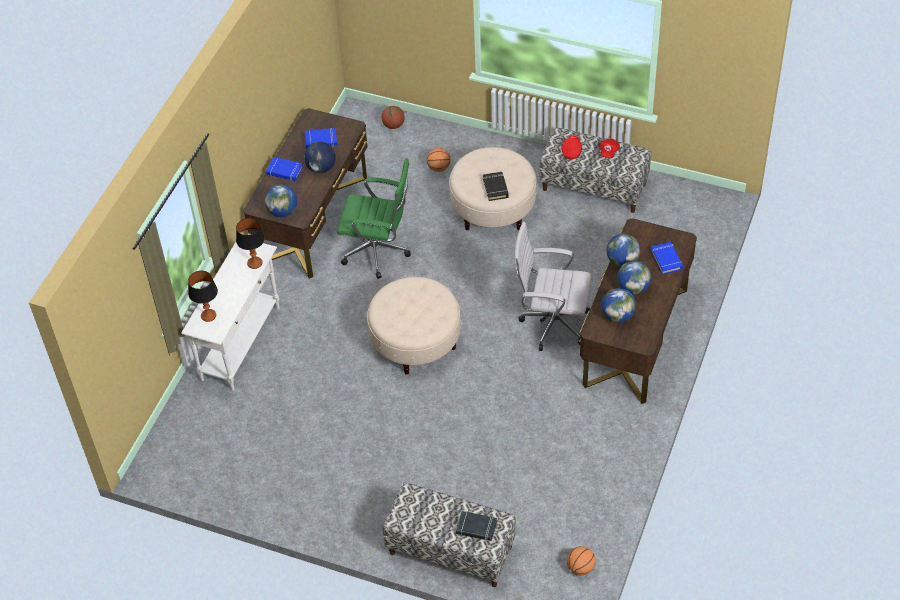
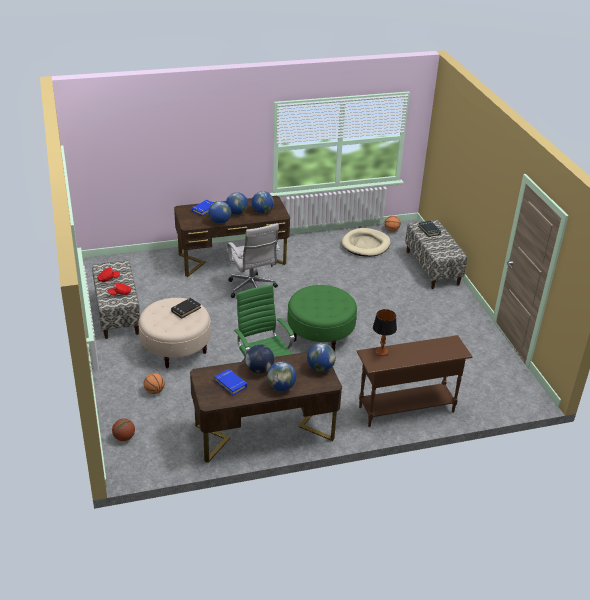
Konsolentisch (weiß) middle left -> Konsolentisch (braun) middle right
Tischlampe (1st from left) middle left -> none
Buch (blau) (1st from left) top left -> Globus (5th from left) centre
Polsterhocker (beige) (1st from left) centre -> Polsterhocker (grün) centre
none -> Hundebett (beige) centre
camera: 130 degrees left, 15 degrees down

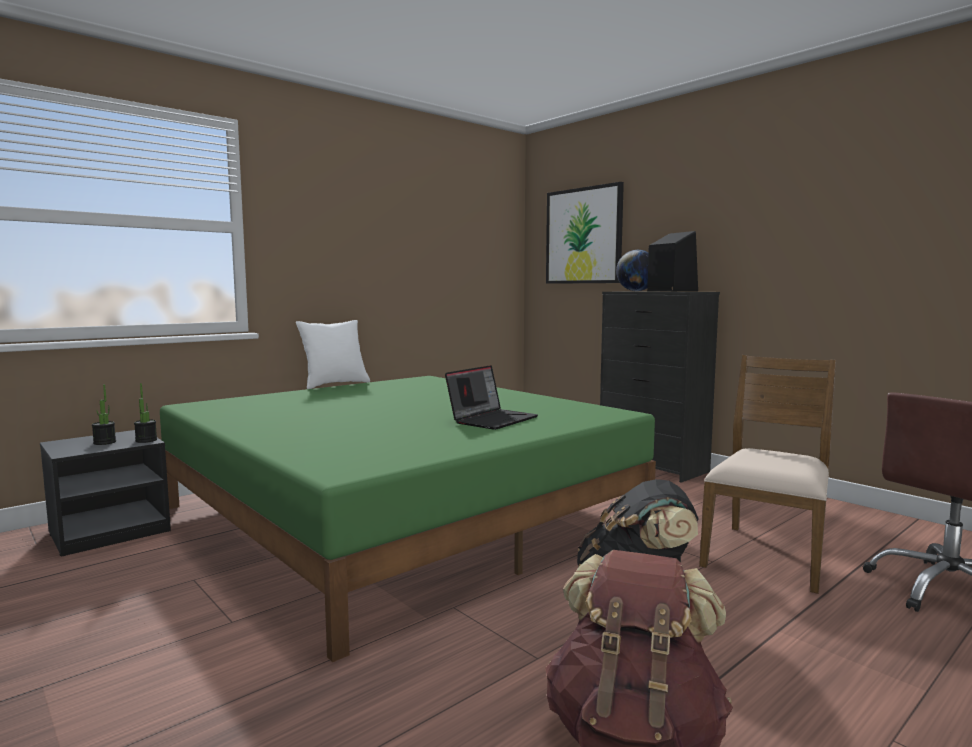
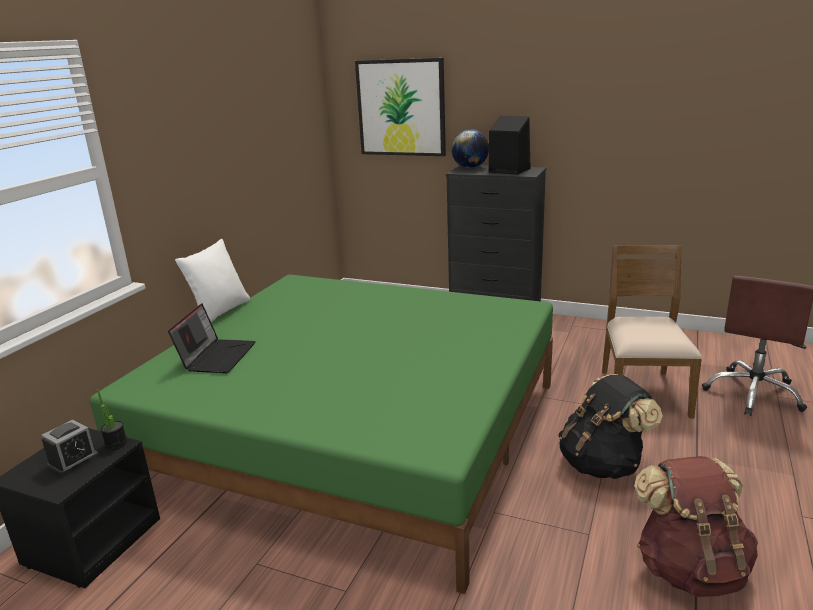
Topfpflanze (1st from left) middle left -> Wecker bottom left
Laptop centre -> Laptop middle left, move
camera: 25 degrees left, 15 degrees up

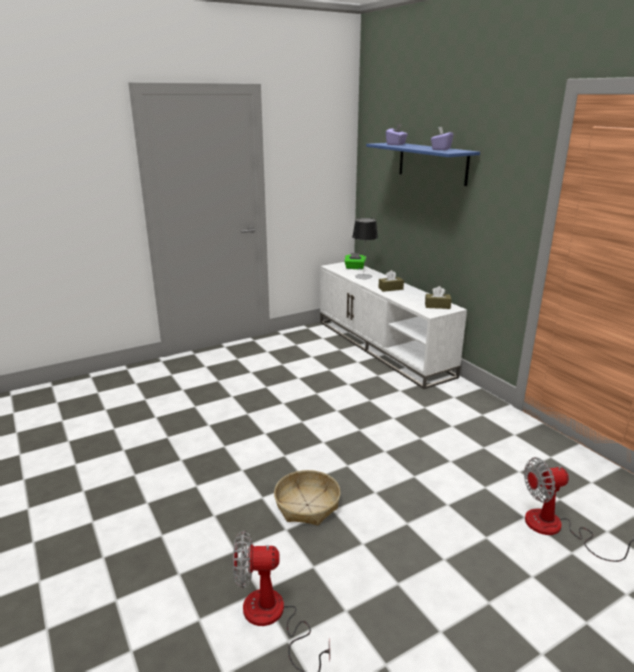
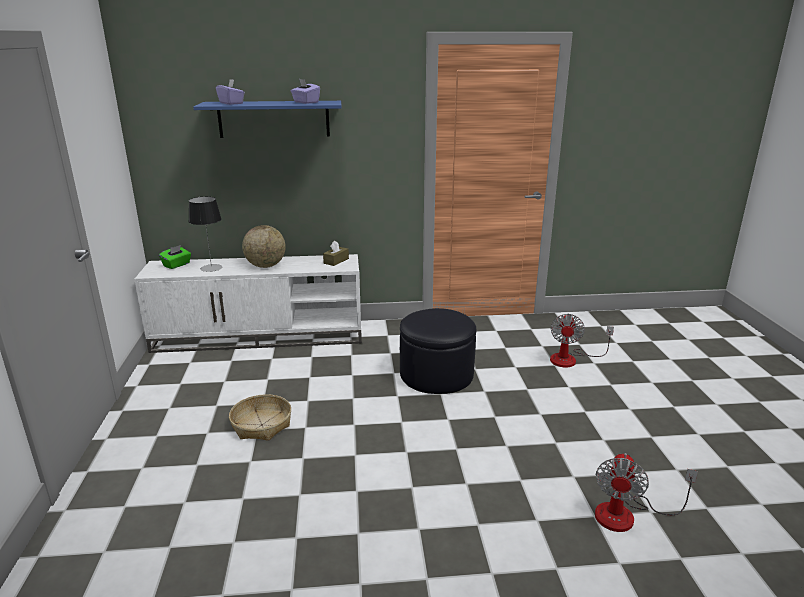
Korb bottom centre -> Korb bottom left, move
Taschentuchbox (braun) (1st from left) centre -> Globus middle left
none -> Polsterhocker (schwarz) centre
camera: 65 degrees left, 0 degrees up

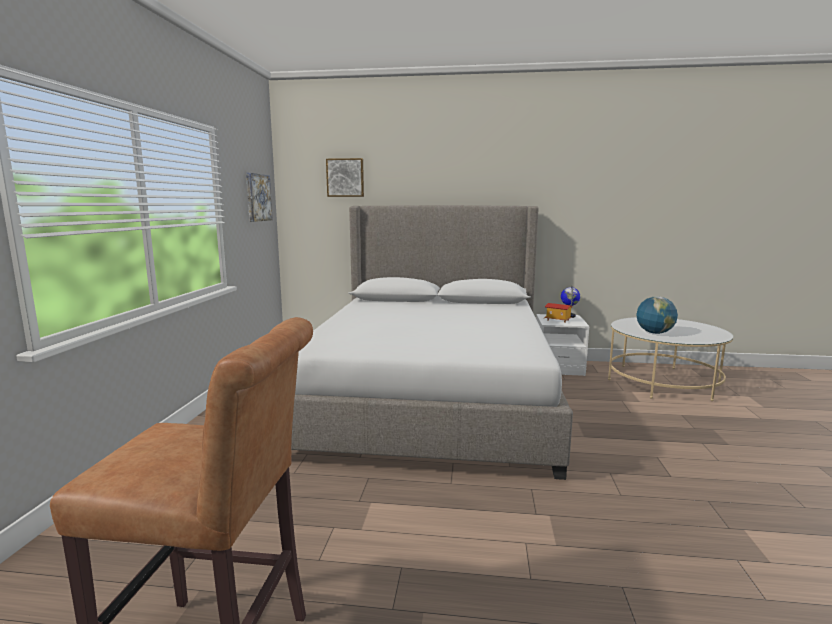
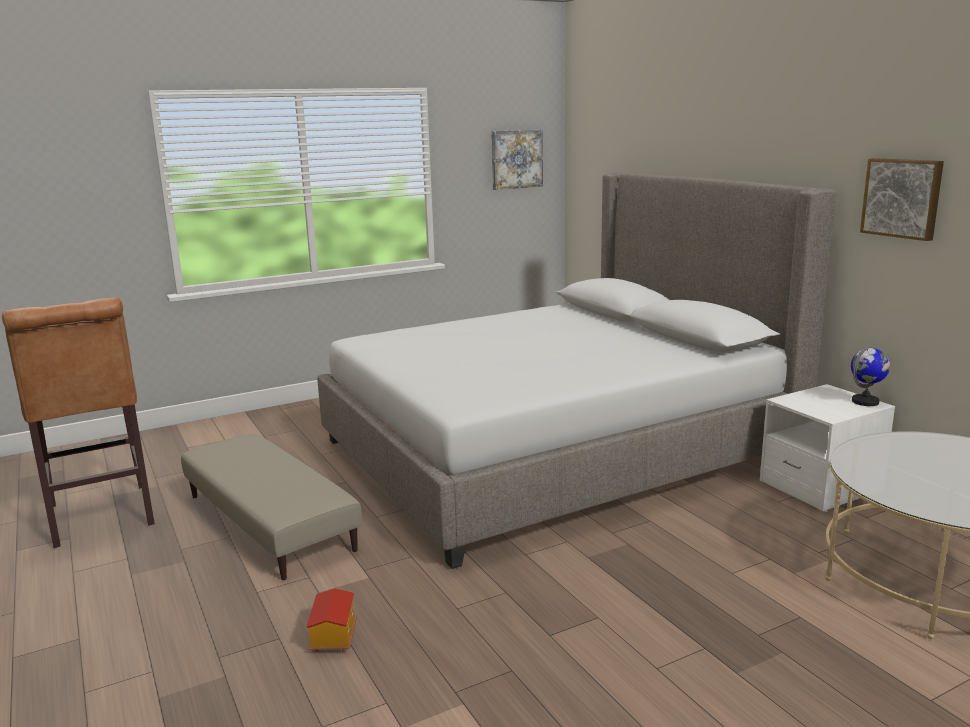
Bild (2nd from left) top centre -> Bild (2nd from left) top right, move
Spielzeughaus middle right -> Spielzeughaus bottom centre, move
Globus (2nd from left) middle right -> none
none -> Polsterhocker (beige) bottom left
camera: 55 degrees right, 5 degrees up

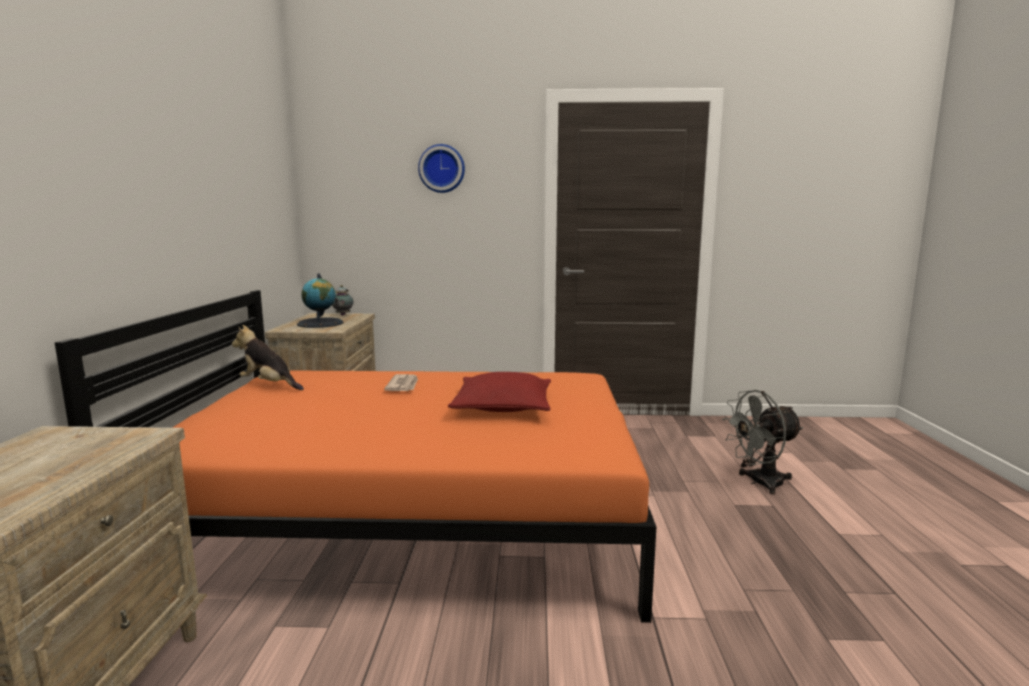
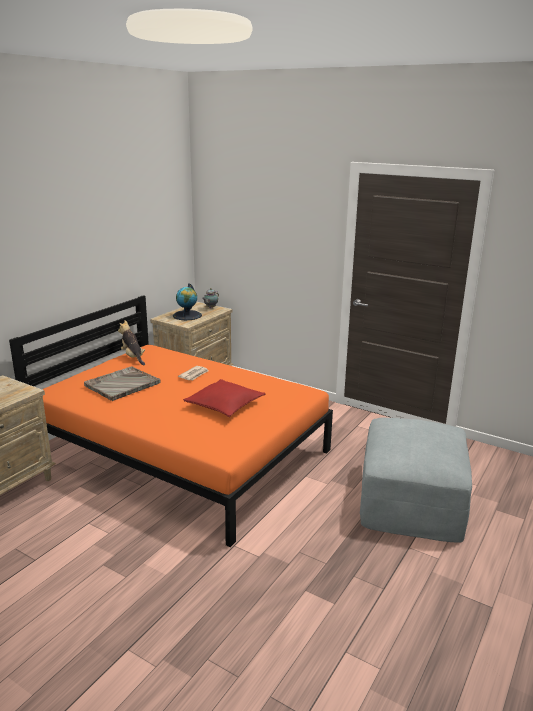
Wanduhr top centre -> none
Ventilator (grau) middle right -> Polsterhocker (grau) bottom right
none -> Tablett (grau) middle left
camera: 30 degrees right, 10 degrees up

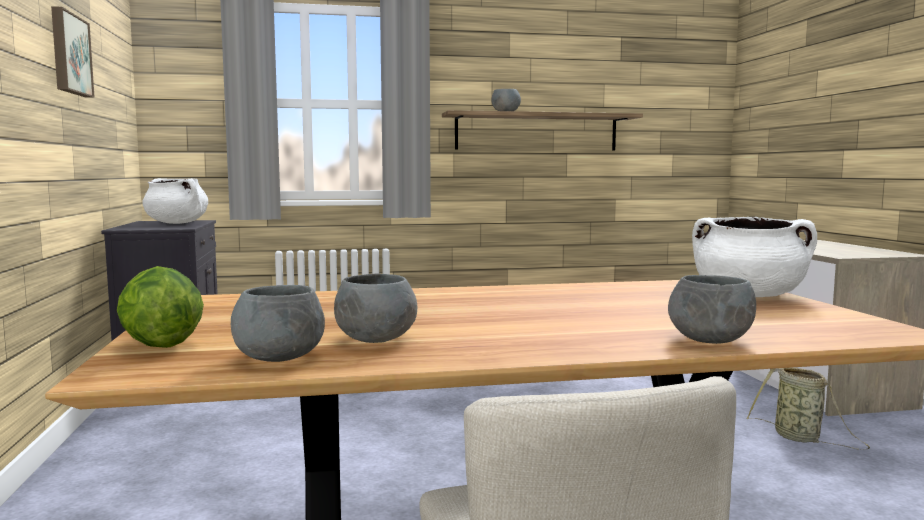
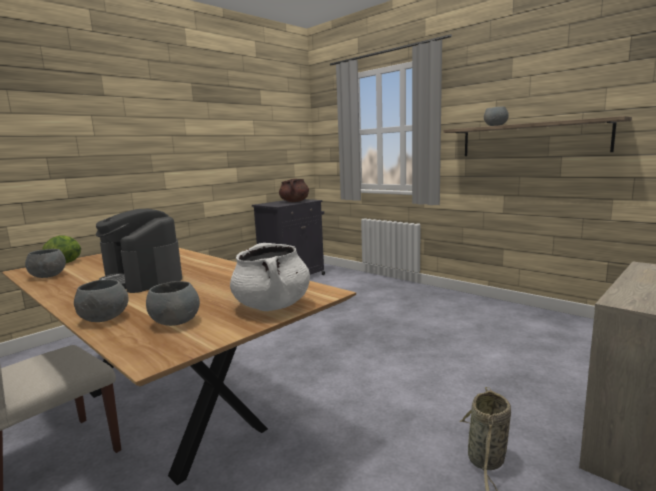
Bild top left -> none
Kochtopf (weiß) (1st from left) middle left -> Kochtopf (braun) centre
Schüssel (grau) (2nd from left in the first image) centre -> Schüssel (grau) (3rd from left) middle left, move
none -> Kaffeemaschine middle left
camera: 55 degrees right, 5 degrees up

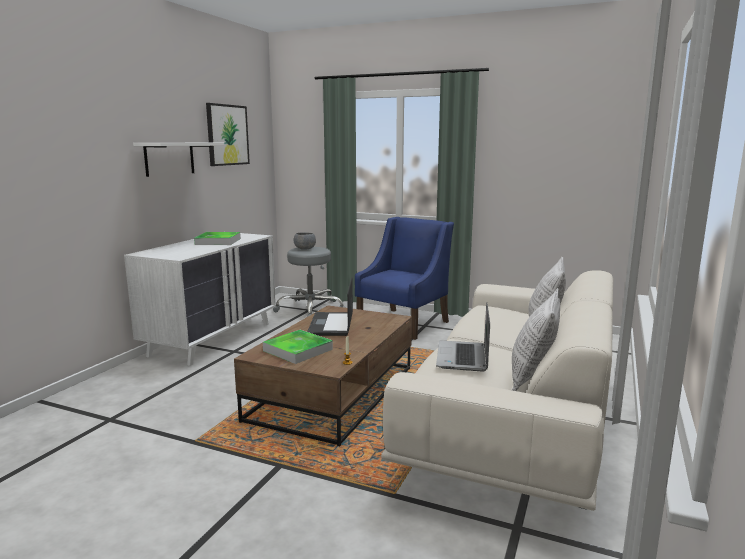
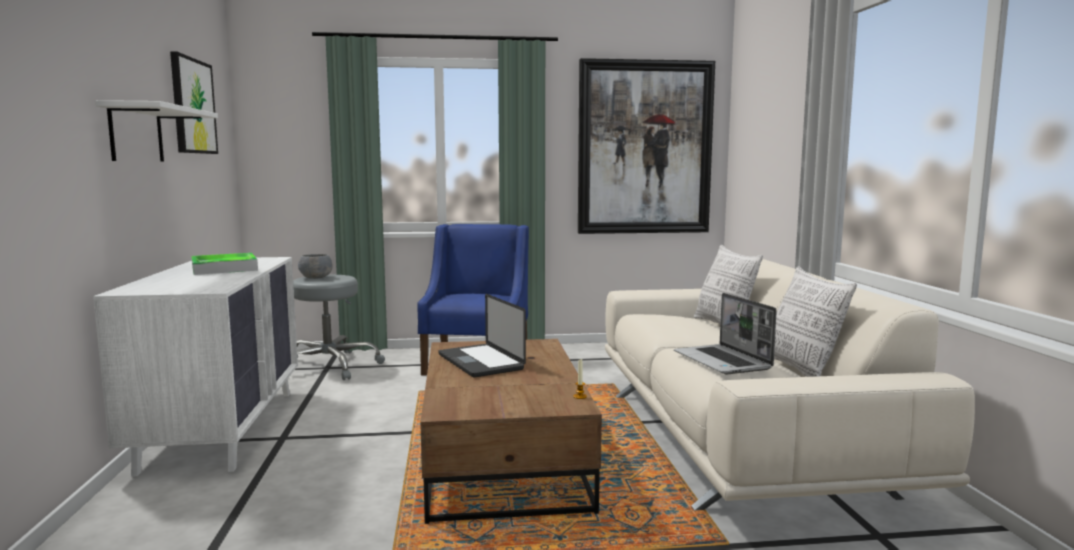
Tablett (2nd from left) centre -> none
none -> Bild (2nd from left) top centre
camera: 30 degrees left, 5 degrees down

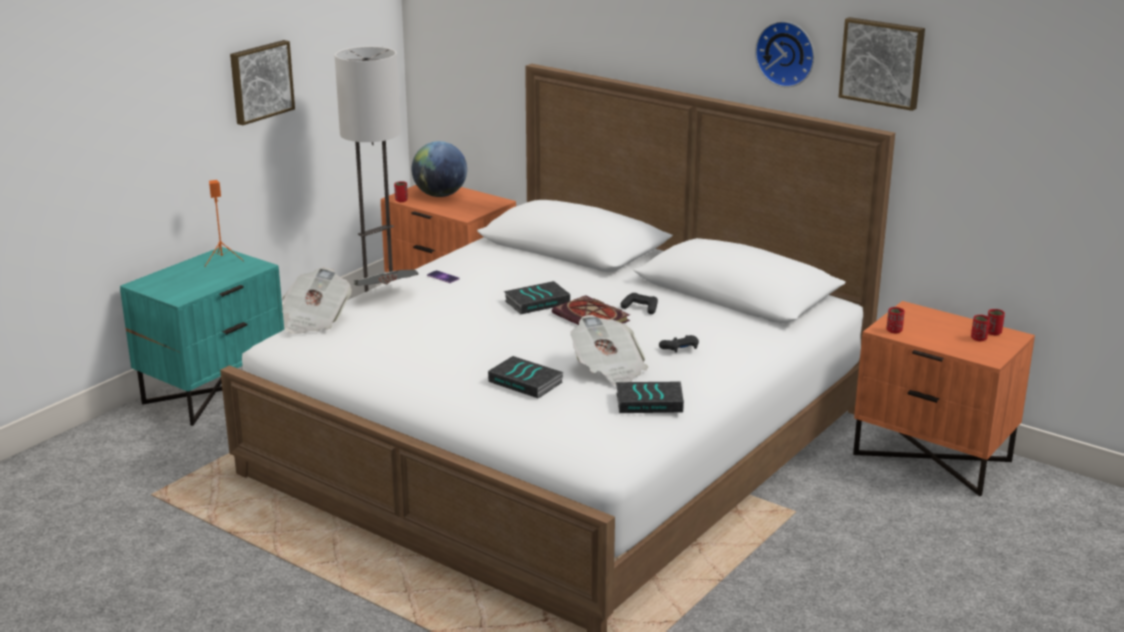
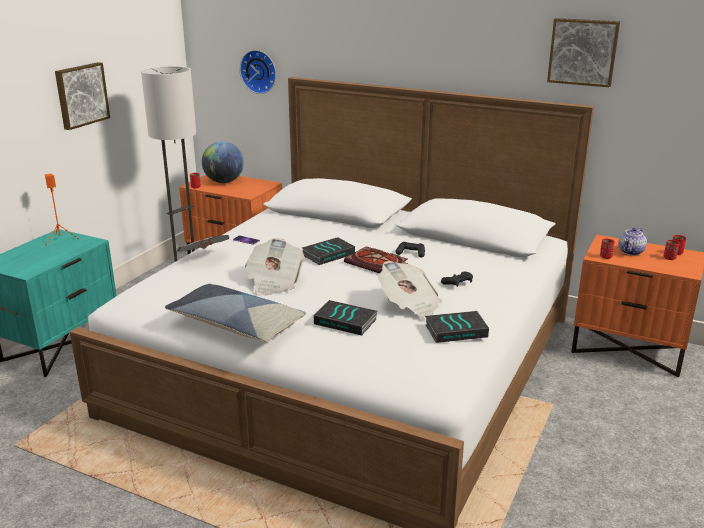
Zeitung (1st from left in the first image) middle left -> Zeitung (2nd from left) centre, move
Wanduhr top right -> Wanduhr top centre, move
none -> Kissen centre
none -> Teekanne middle right
camera: 10 degrees left, 0 degrees up

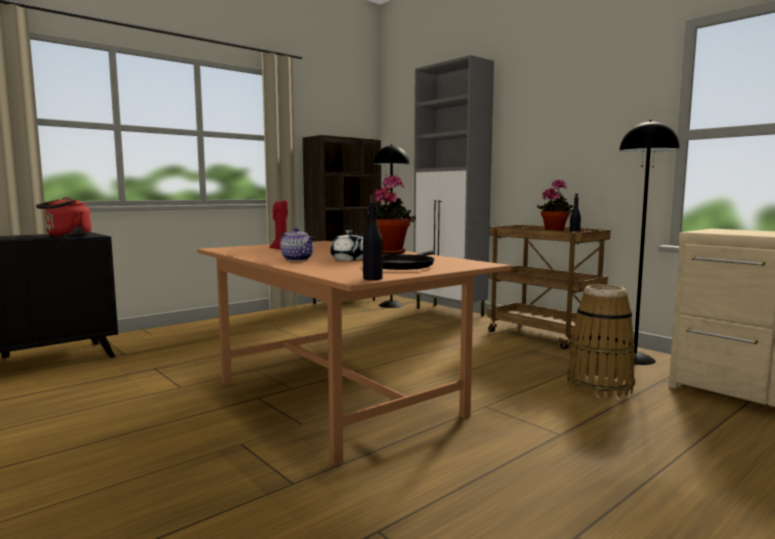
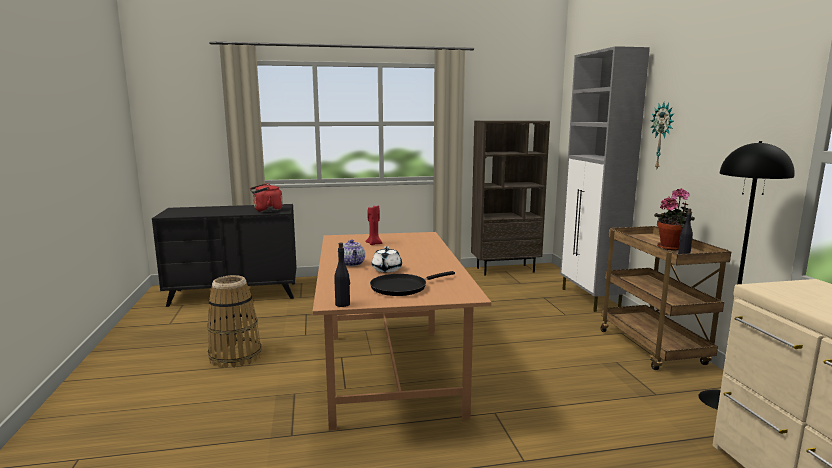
Topfpflanze (1st from left) centre -> none
Stehlampe (schwarz) (1st from left) centre -> none
Korb middle right -> Korb bottom left, move
none -> Wanduhr top right
camera: 30 degrees right, 5 degrees up

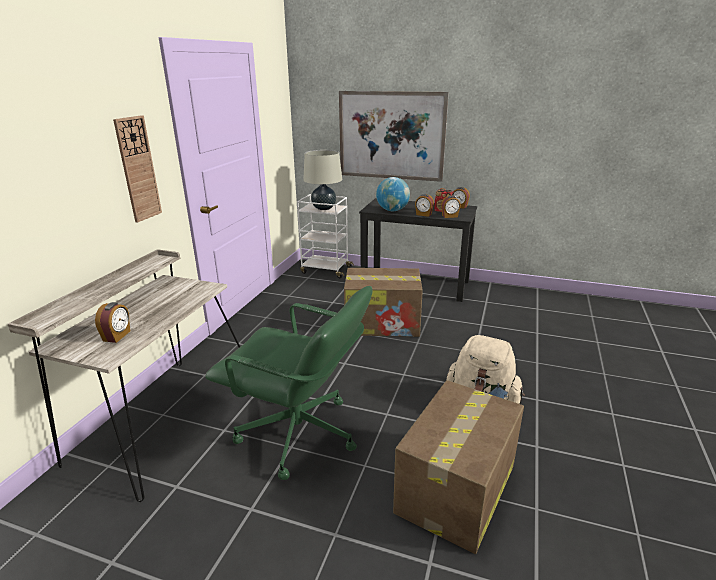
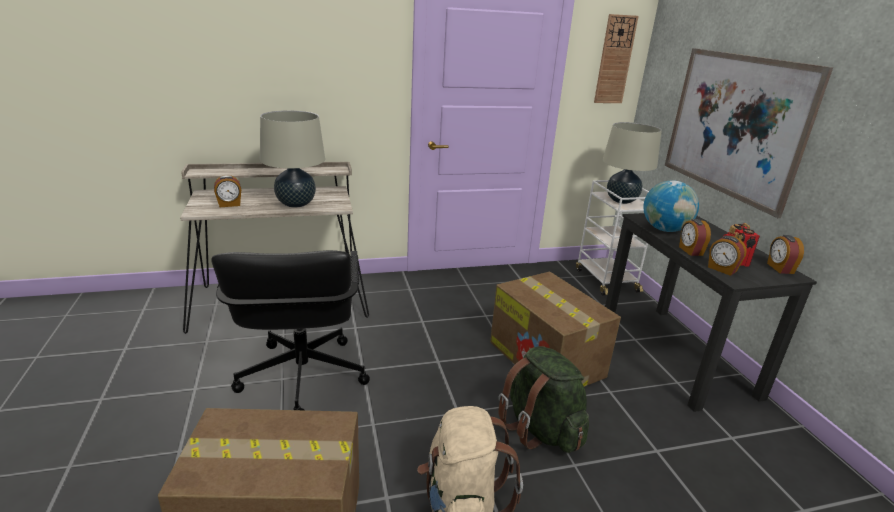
Wanduhr top left -> Wanduhr top right, move
Bürostuhl (grün) centre -> Bürostuhl (schwarz) middle left
none -> Tischlampe (beige) (1st from left) top left
none -> Rucksack (grün) bottom centre
camera: 55 degrees right, 0 degrees up

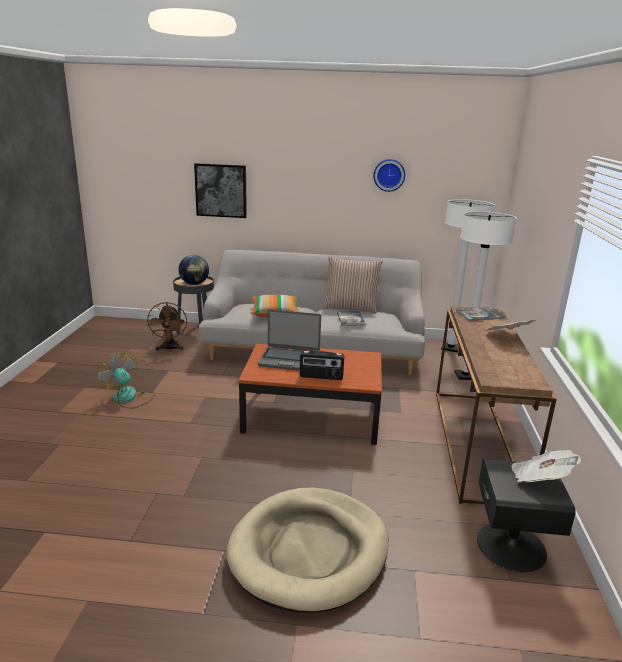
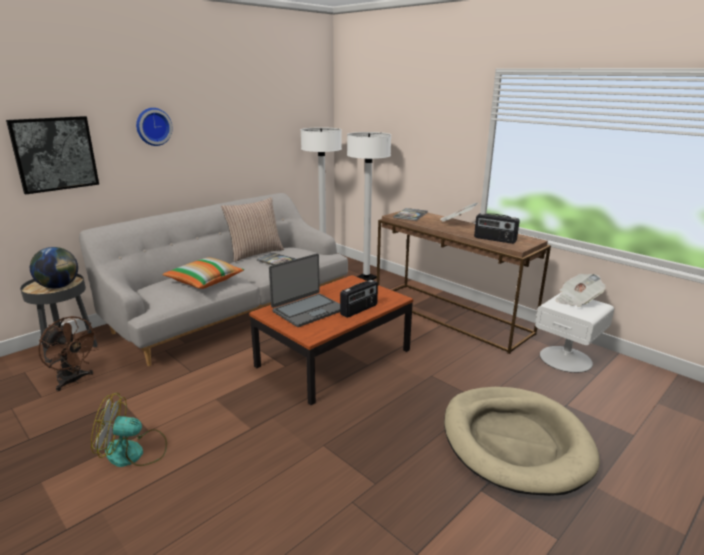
Wanduhr top centre -> Wanduhr top left, move
Nachttisch (schwarz) bottom right -> Nachttisch (weiß) middle right
none -> Radio (2nd from left) middle right
camera: 50 degrees left, 0 degrees up

